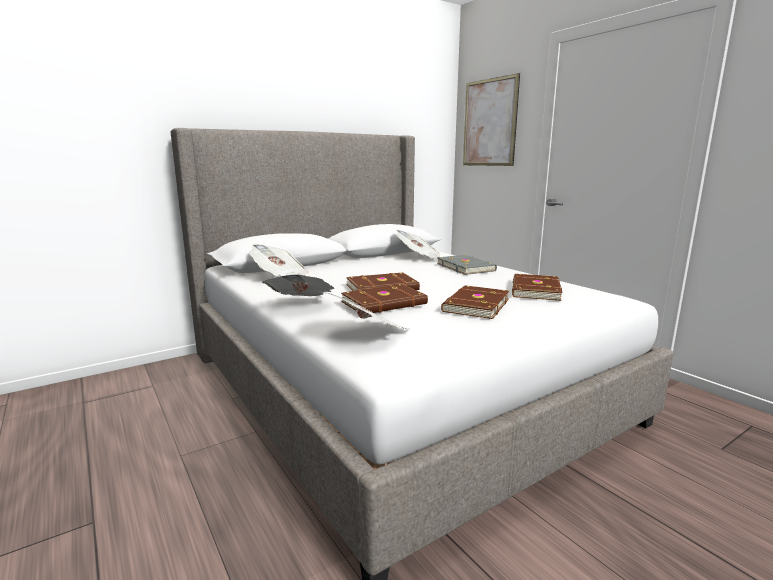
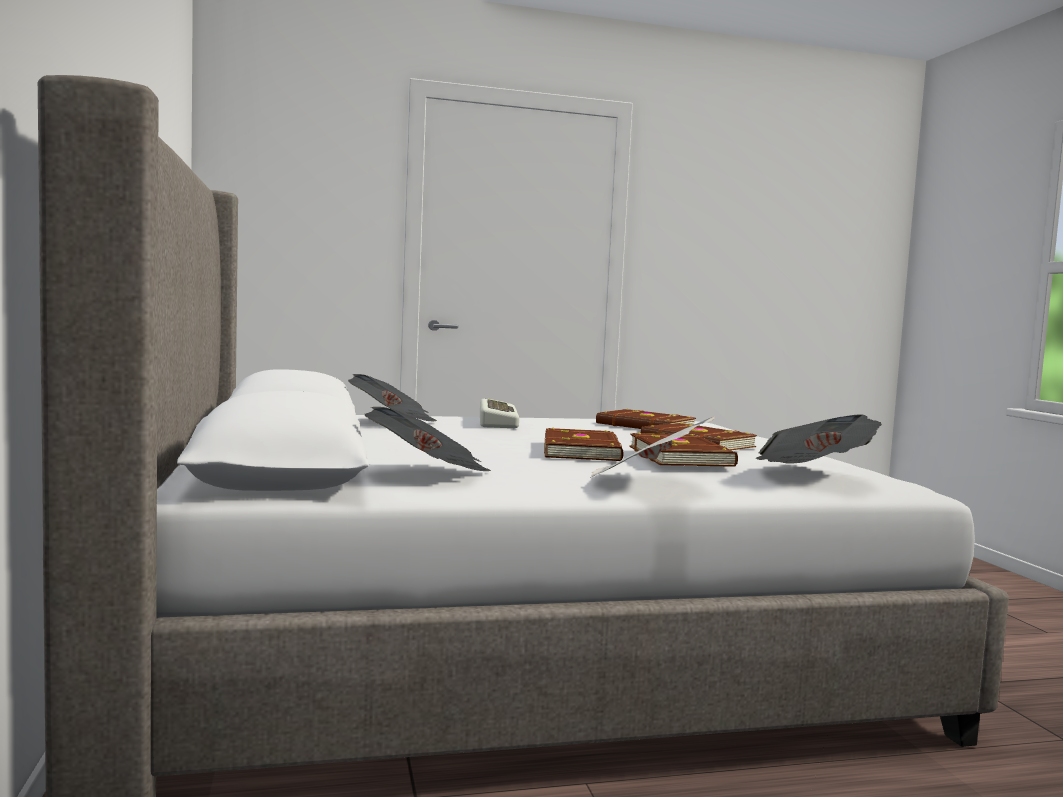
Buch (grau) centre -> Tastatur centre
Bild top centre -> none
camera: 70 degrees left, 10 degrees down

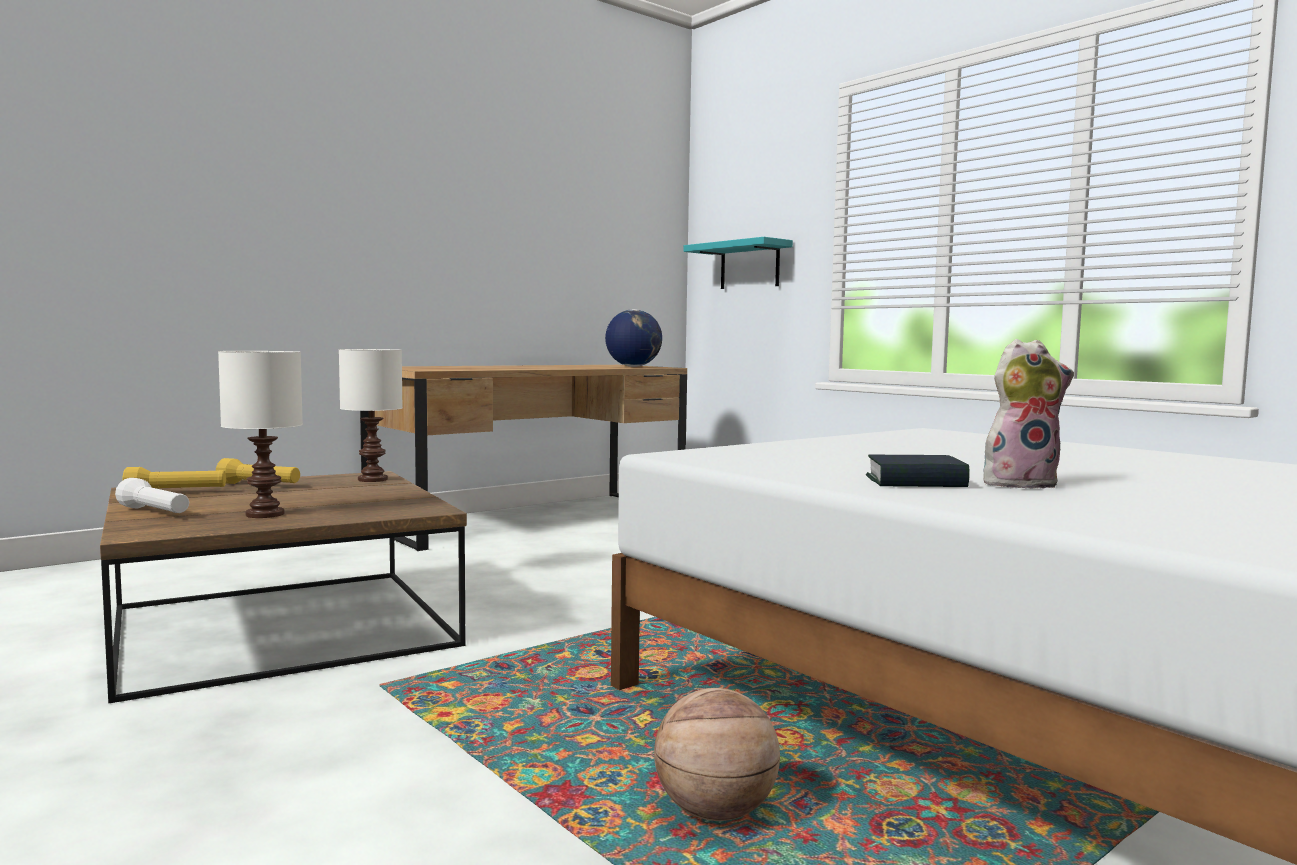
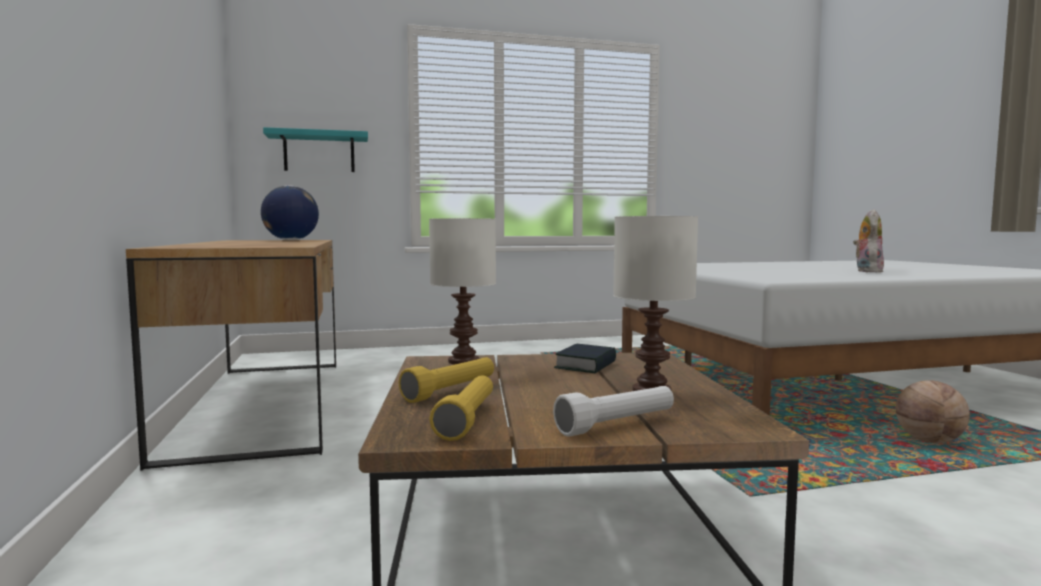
Buch middle right -> Buch centre, move
camera: 65 degrees left, 0 degrees up

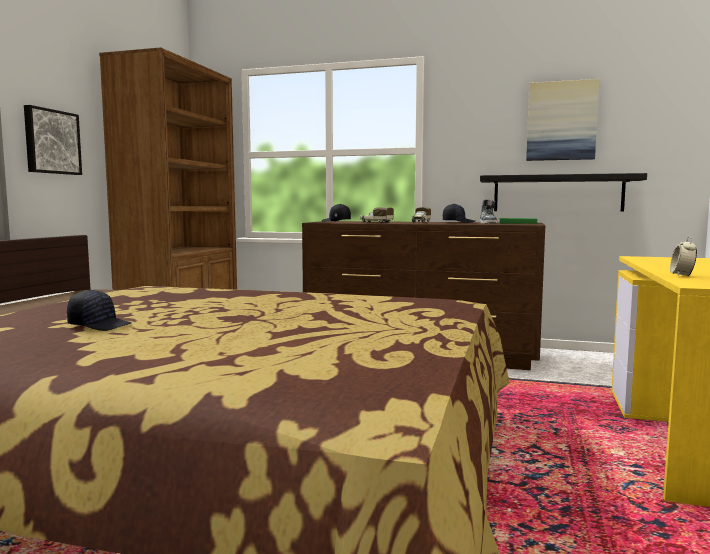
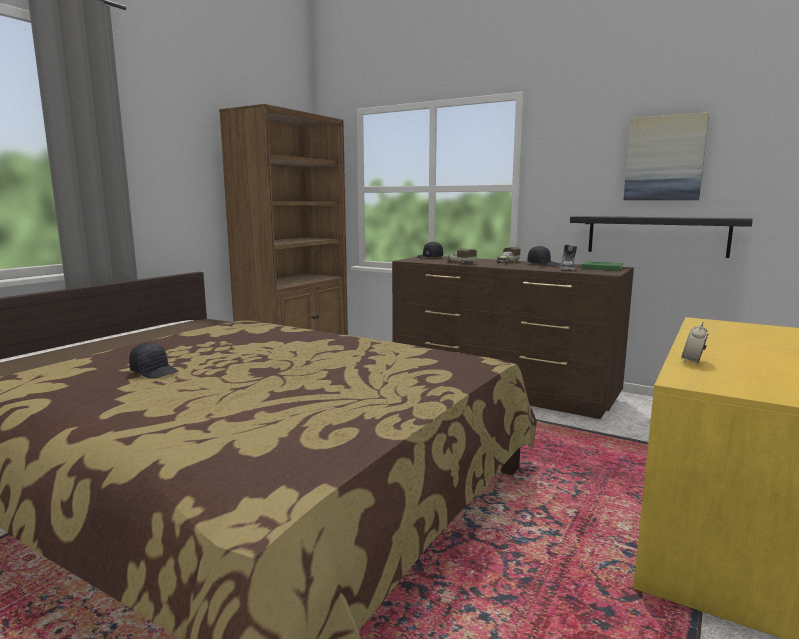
Bild (1st from left) top left -> none
camera: 15 degrees right, 5 degrees up

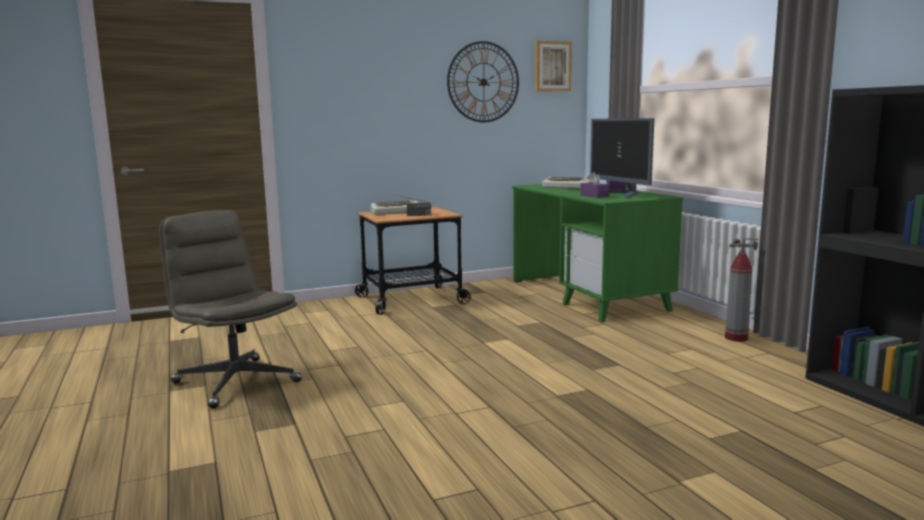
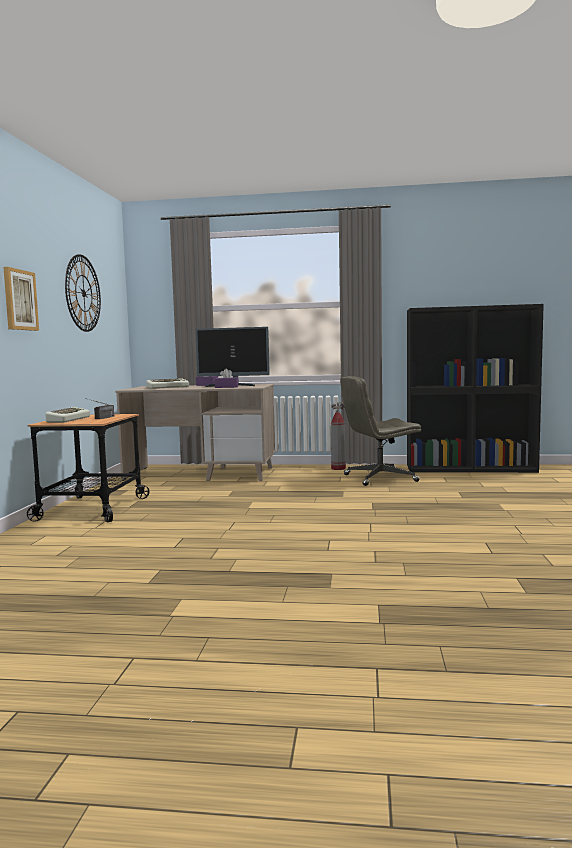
Bürostuhl (grau) middle left -> Bürostuhl (grau) centre, move
Schreibtisch (grün) centre -> Schreibtisch (beige) centre
Bild top centre -> Bild middle left, move
camera: 60 degrees left, 5 degrees down

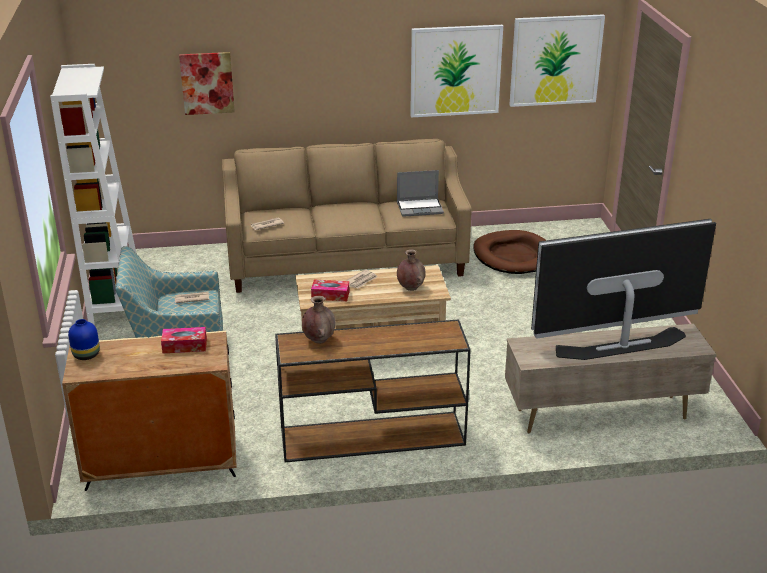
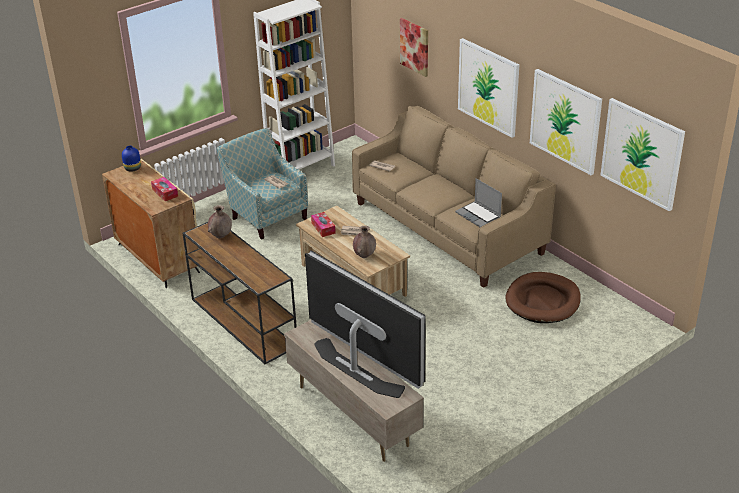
none -> Bild (2nd from left) top centre
camera: 60 degrees right, 5 degrees up

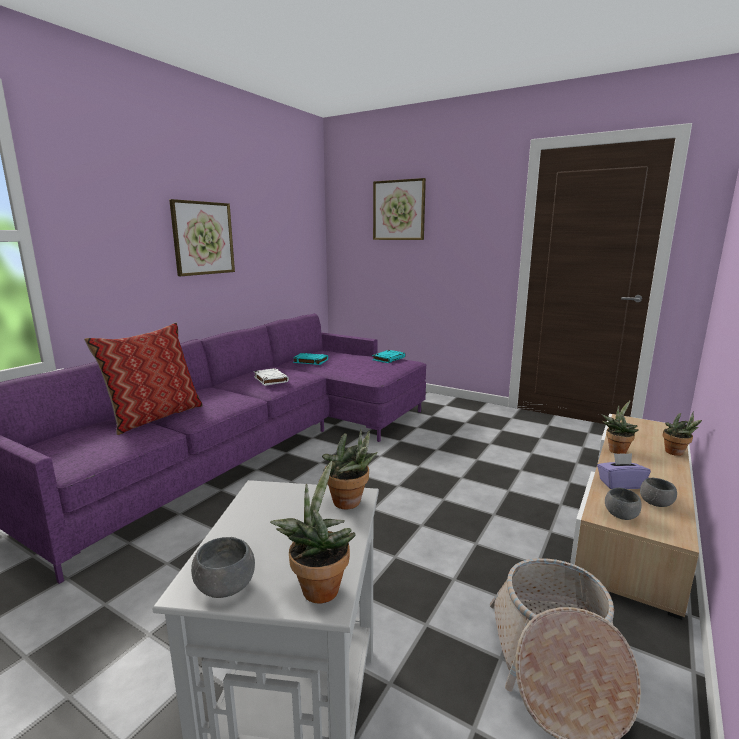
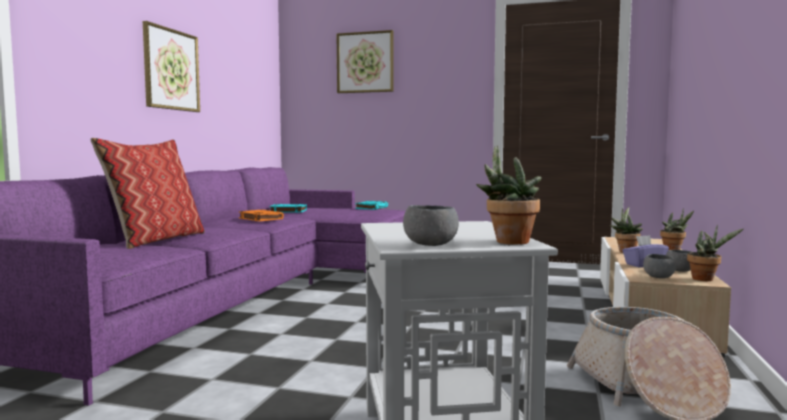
Buch (weiß) centre -> Buch (orange) middle left
Topfpflanze (2nd from left in the first image) centre -> Topfpflanze (4th from left) middle right, move
camera: 15 degrees left, 10 degrees down

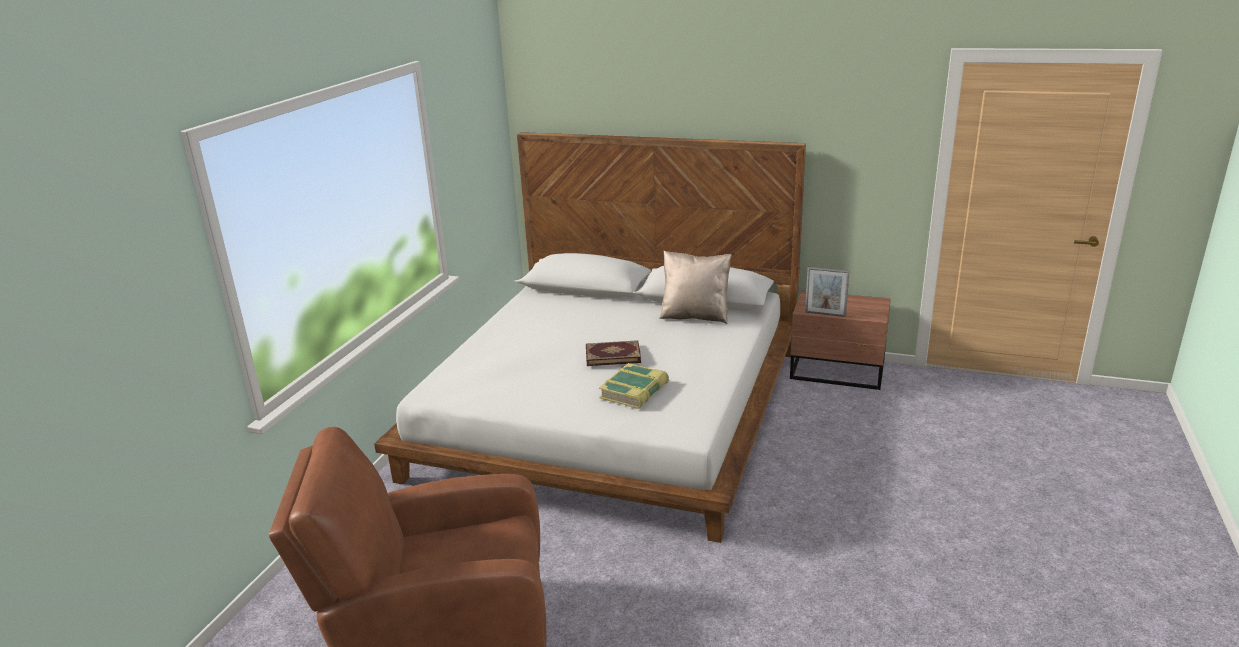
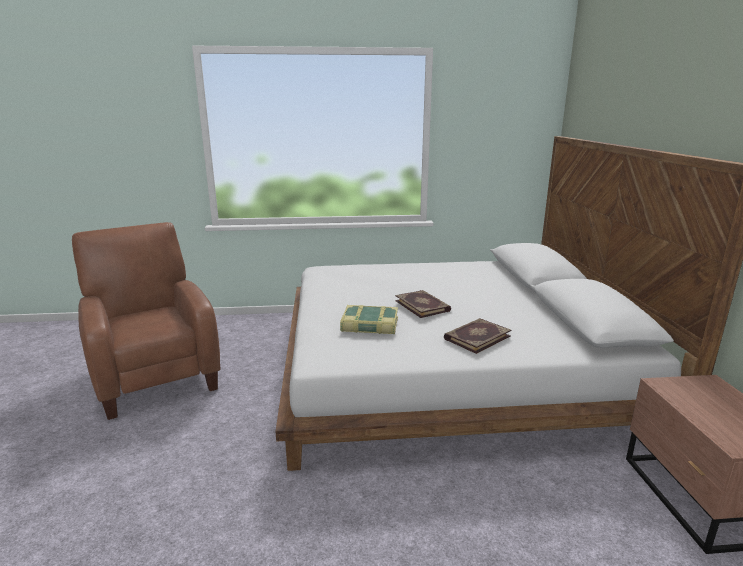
Kissen (beige) centre -> none
Bilderrahmen middle right -> none
none -> Buch (3rd from left) centre
camera: 65 degrees right, 5 degrees down

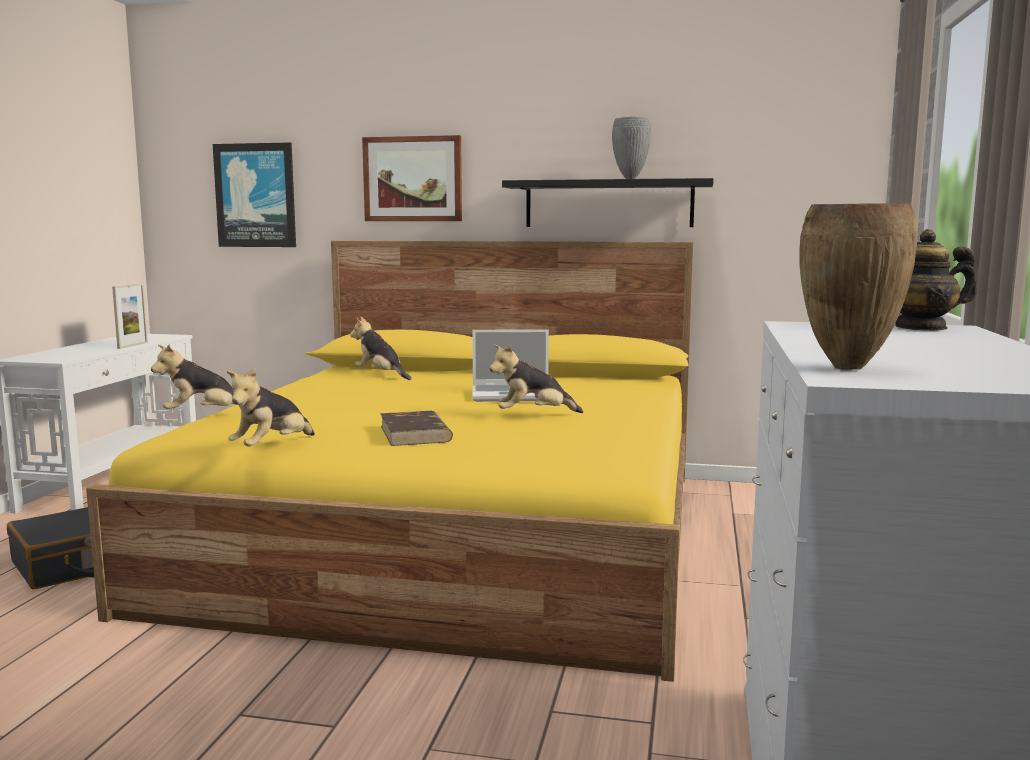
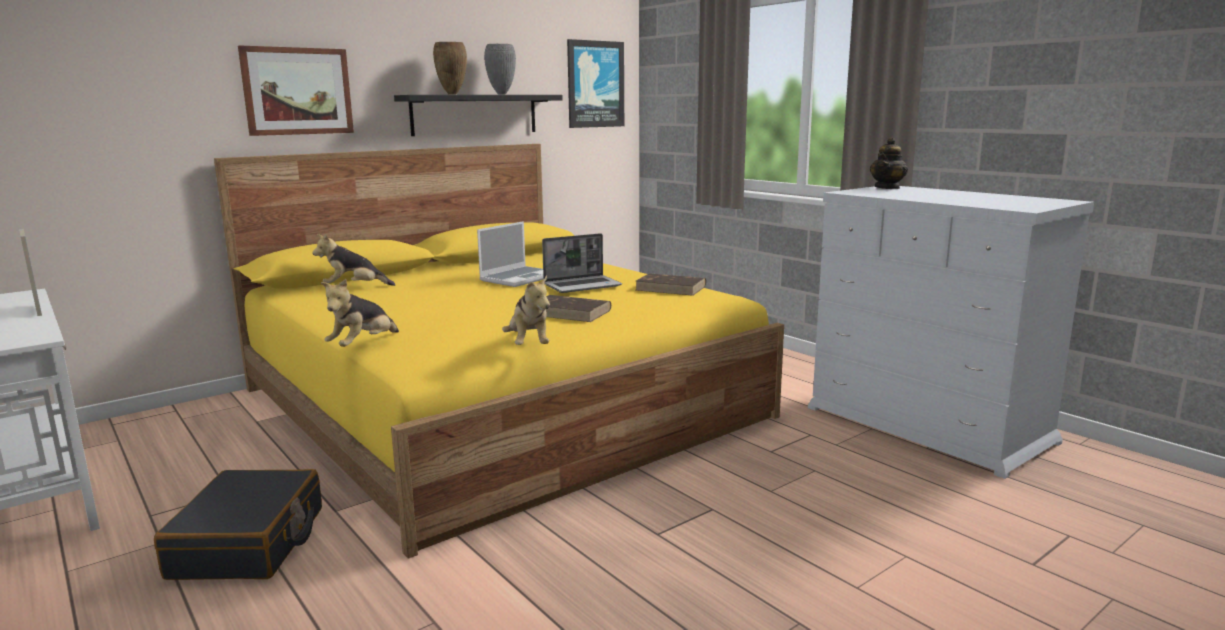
Bild (1st from left in the first image) top left -> Bild (2nd from left) top centre, move
Plüschtier (4th from left) centre -> Laptop (2nd from left) centre
Vase (braun) middle right -> Vase (braun) top centre, move
none -> Buch (braun) (2nd from left) centre
camera: 50 degrees left, 5 degrees up

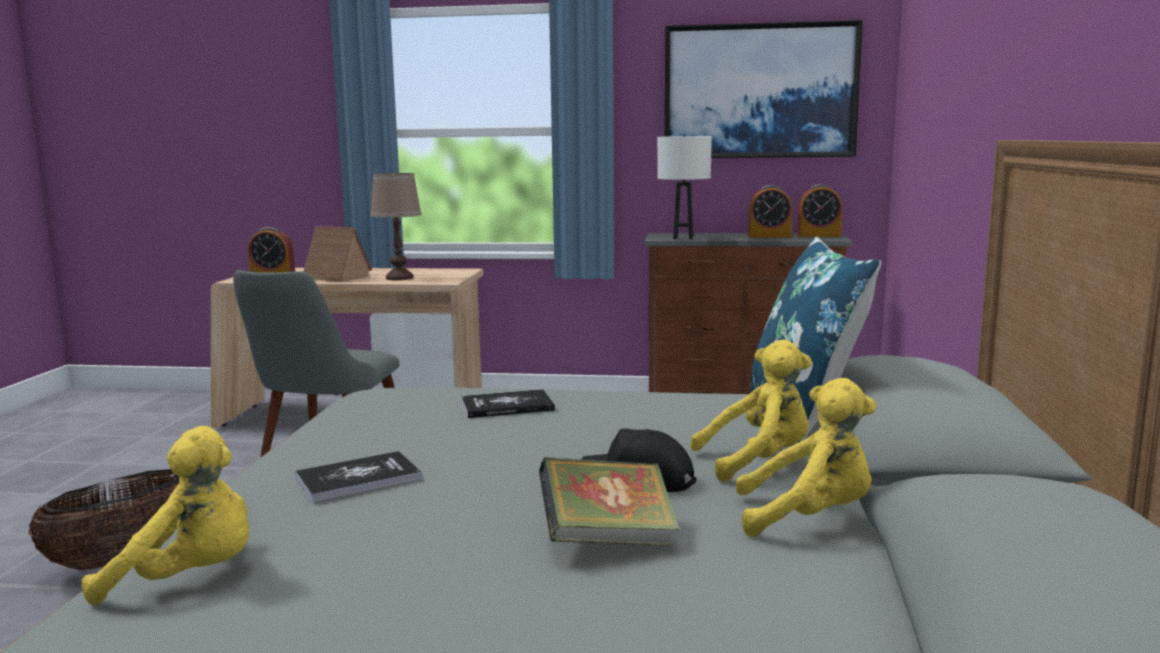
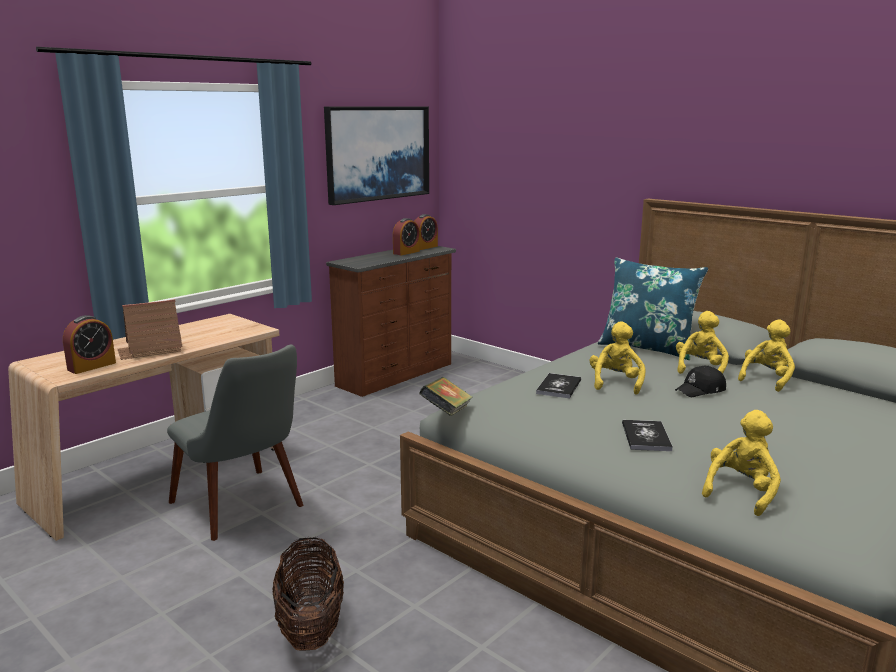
Tischlampe (braun) centre -> none
Buch (3rd from left in the first image) bottom centre -> Buch (1st from left) centre, move
Tischlampe (weiß) top centre -> none
none -> Plüschtier (gelb) (1st from left) middle right
camera: 55 degrees left, 5 degrees up

